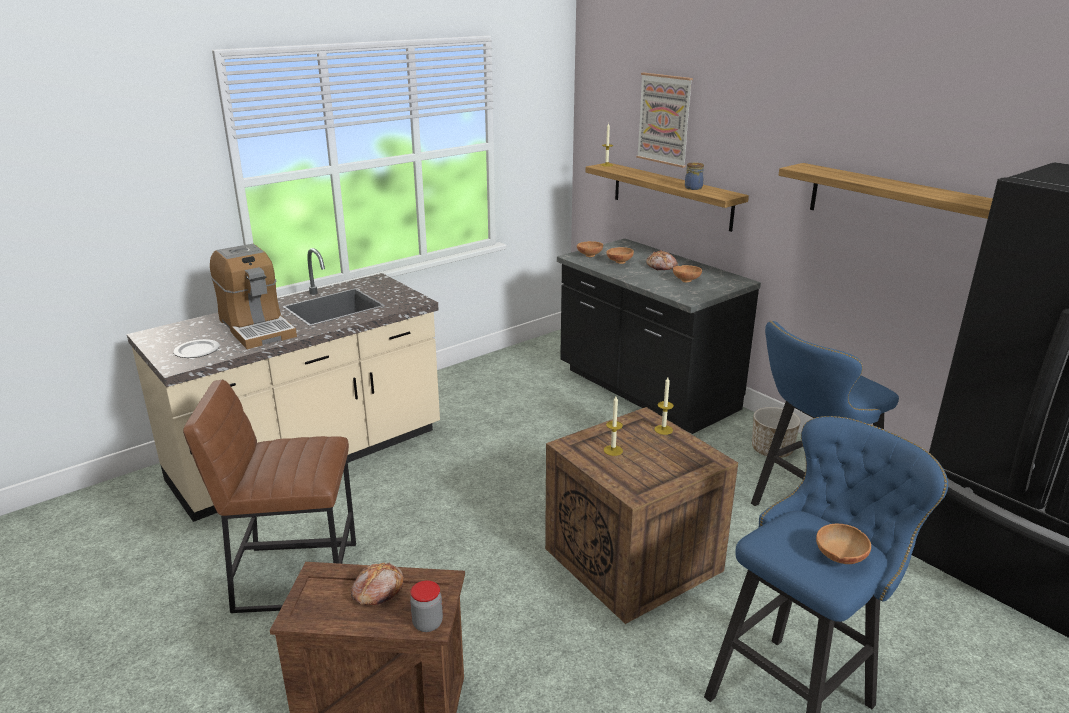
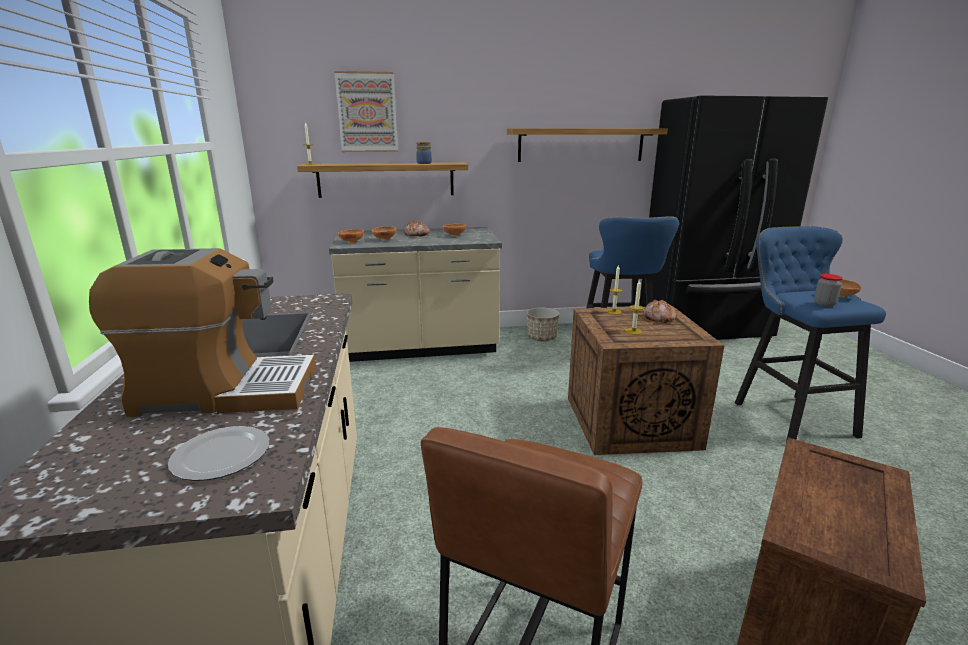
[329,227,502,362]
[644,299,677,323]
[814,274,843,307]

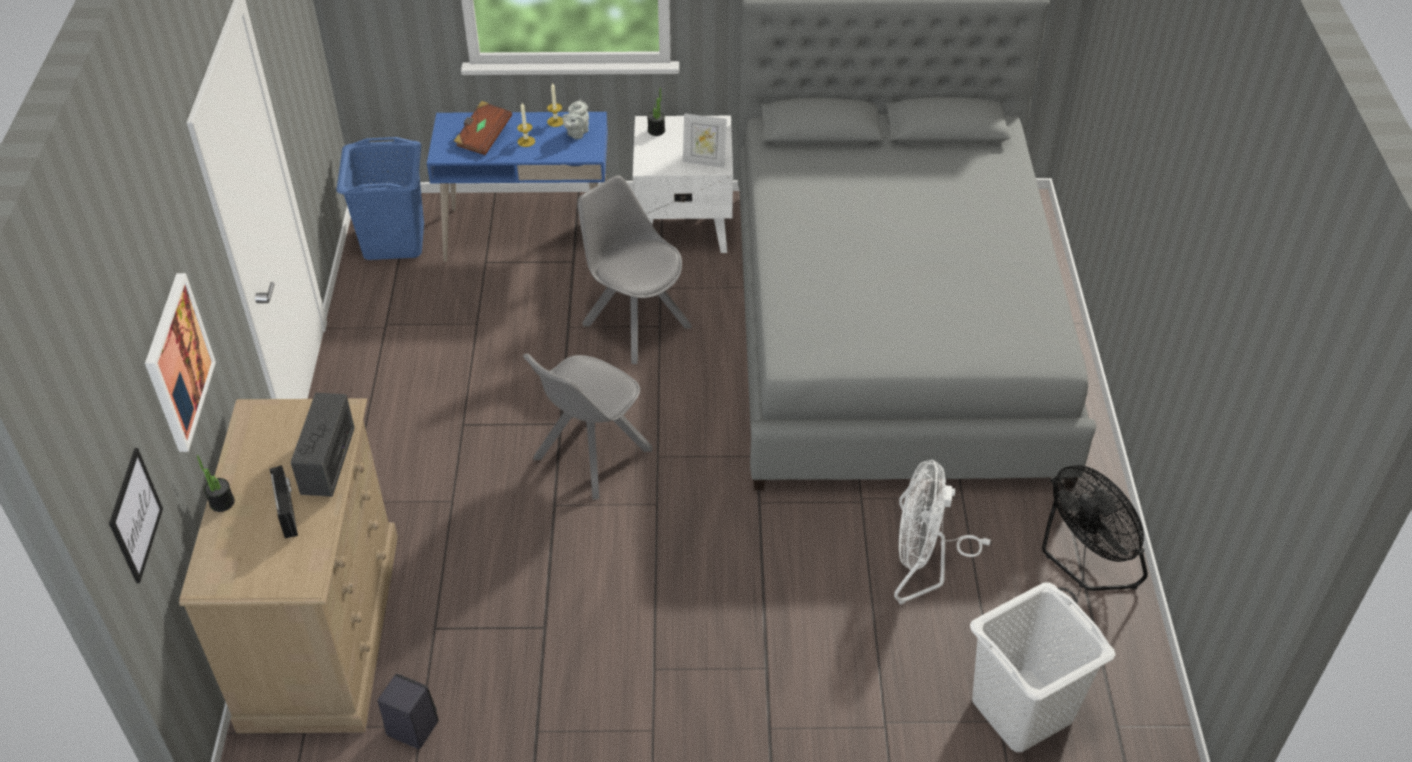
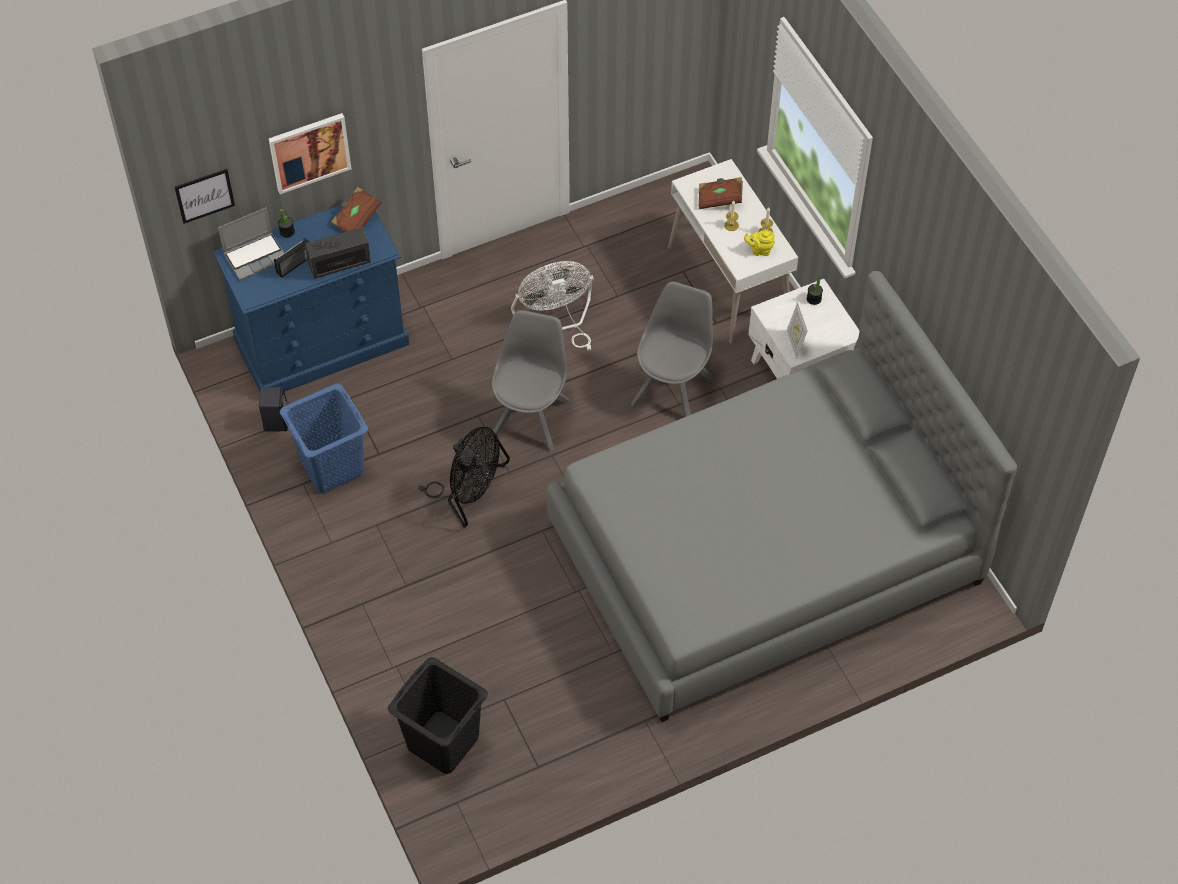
[744,230,775,256]
[668,159,798,344]
[280,384,368,493]
[491,310,570,452]
[213,205,409,392]
[511,261,594,351]
[418,427,510,528]
[388,657,488,774]
[331,187,382,232]
[218,207,284,280]

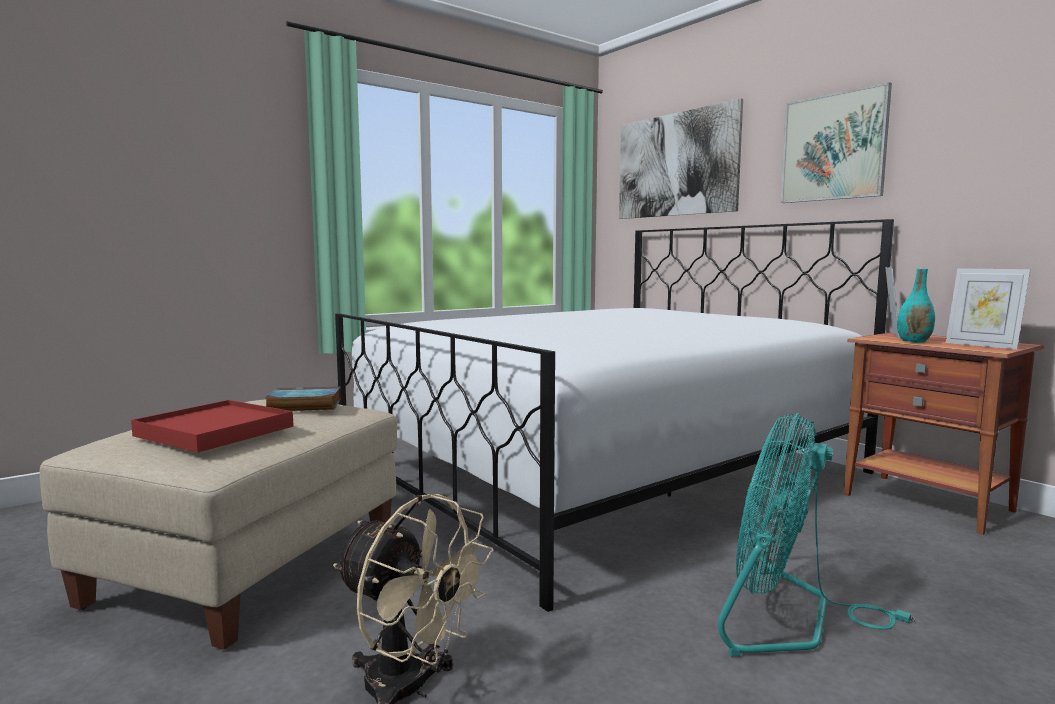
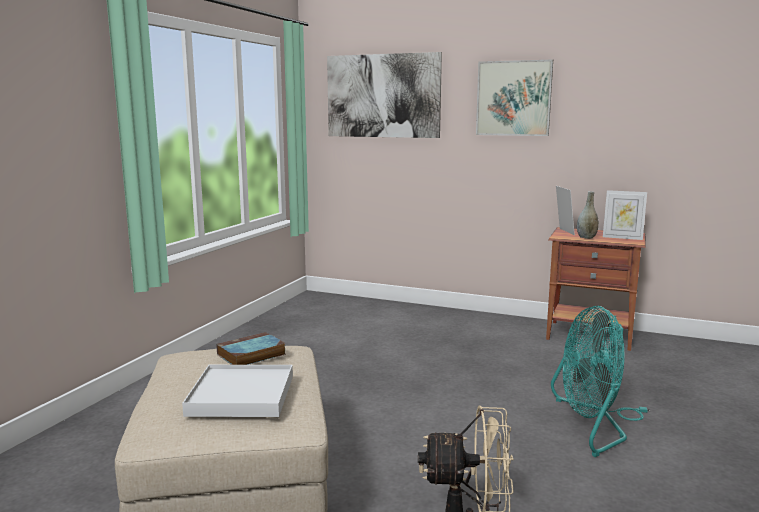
[335,219,894,612] (first image)
[577,191,599,239]
[182,365,293,417]

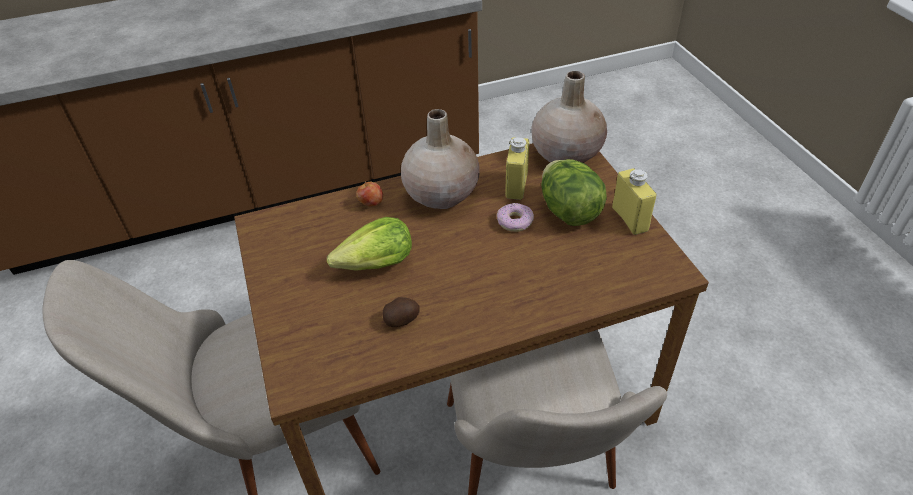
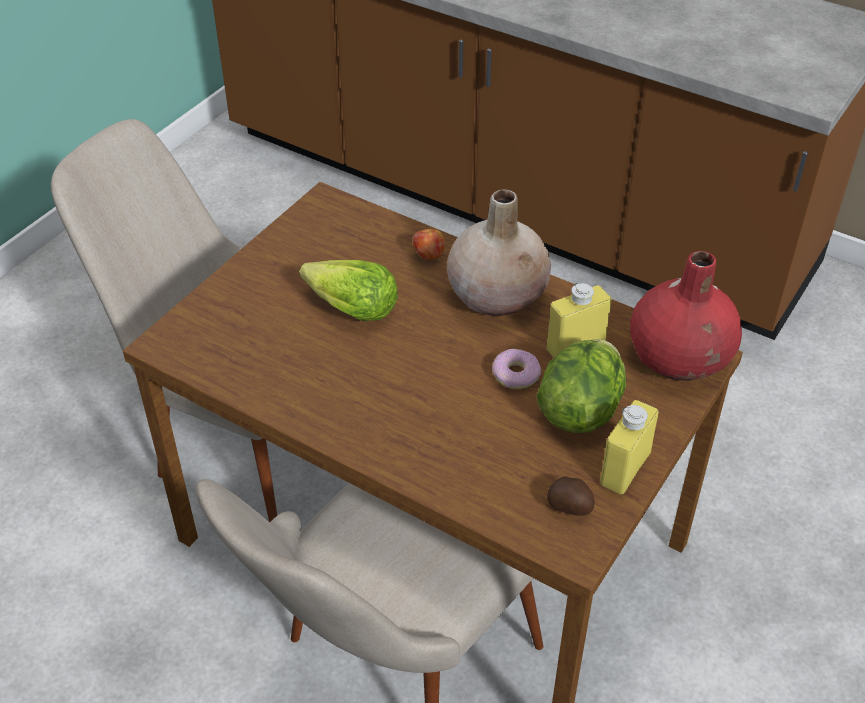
[630,251,742,381]
[547,476,595,516]

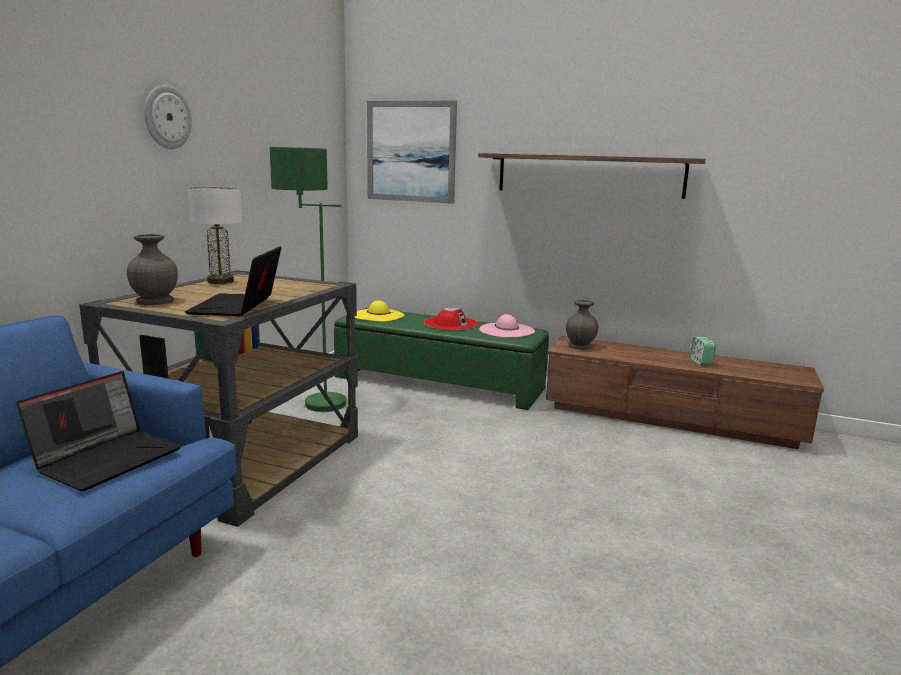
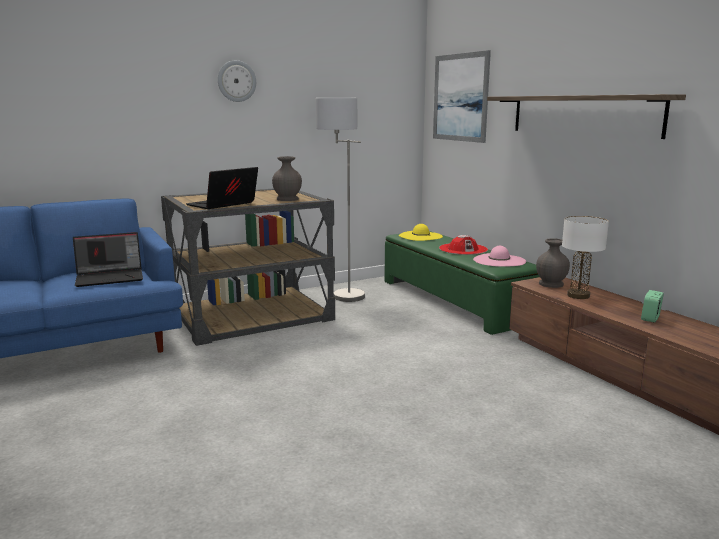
[316,98,365,302]
[562,216,609,299]
[272,156,302,201]

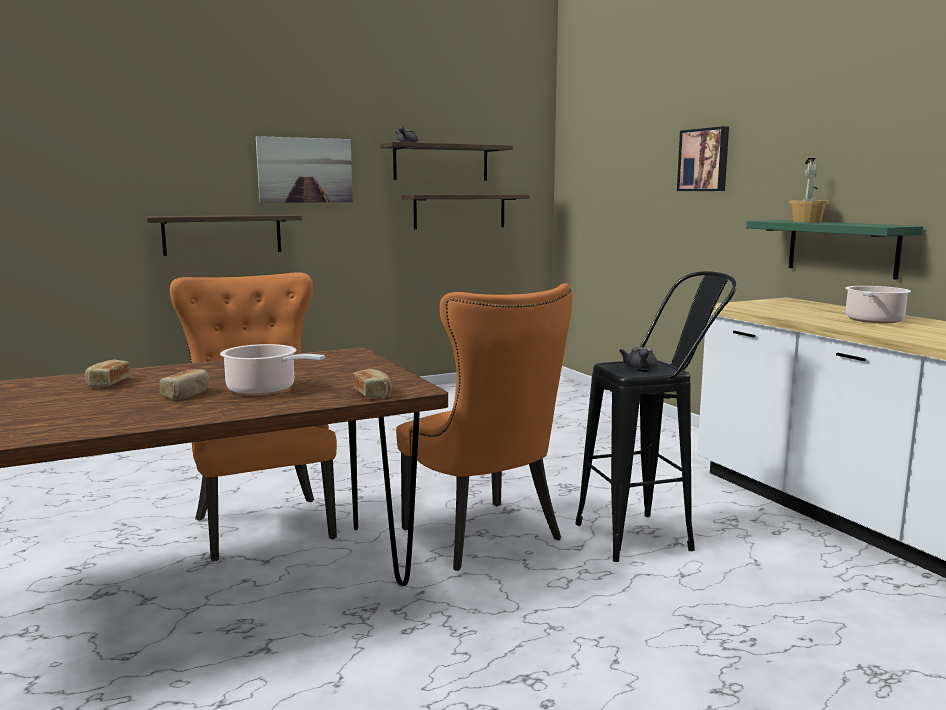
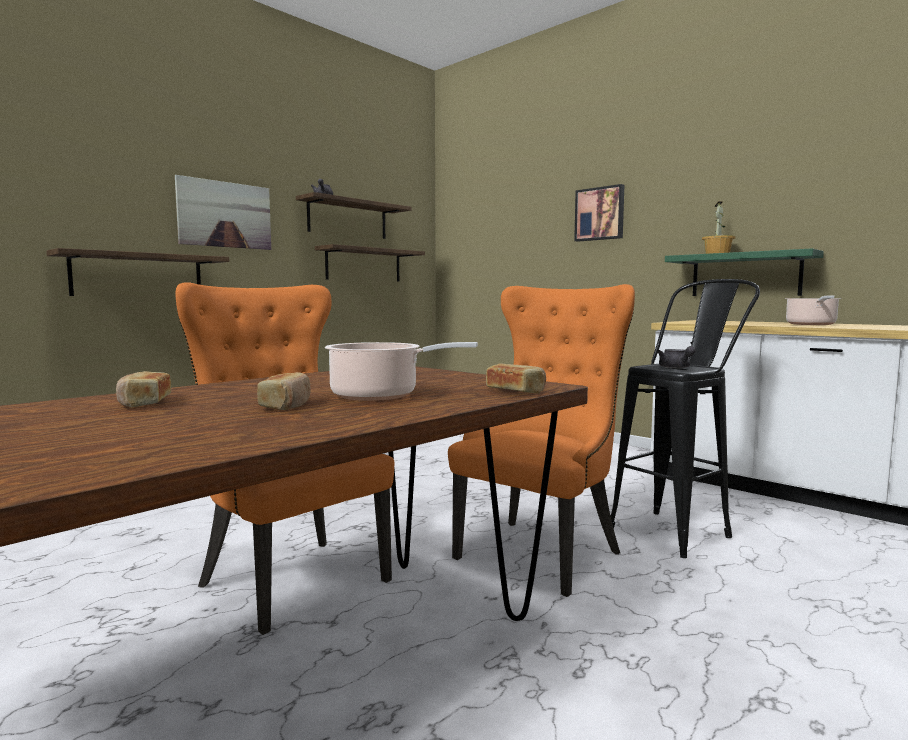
[448,284,635,597]

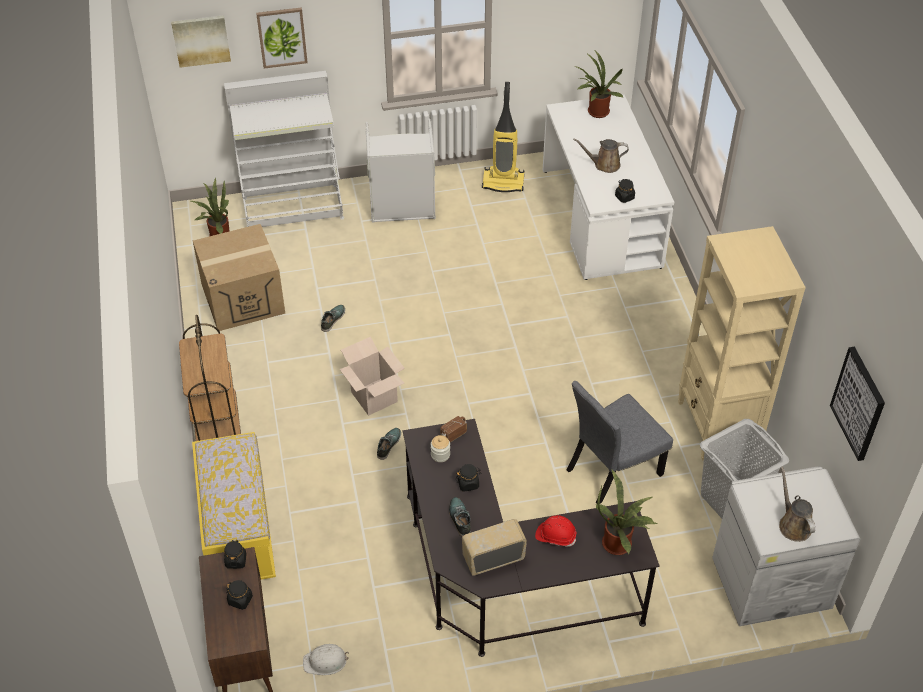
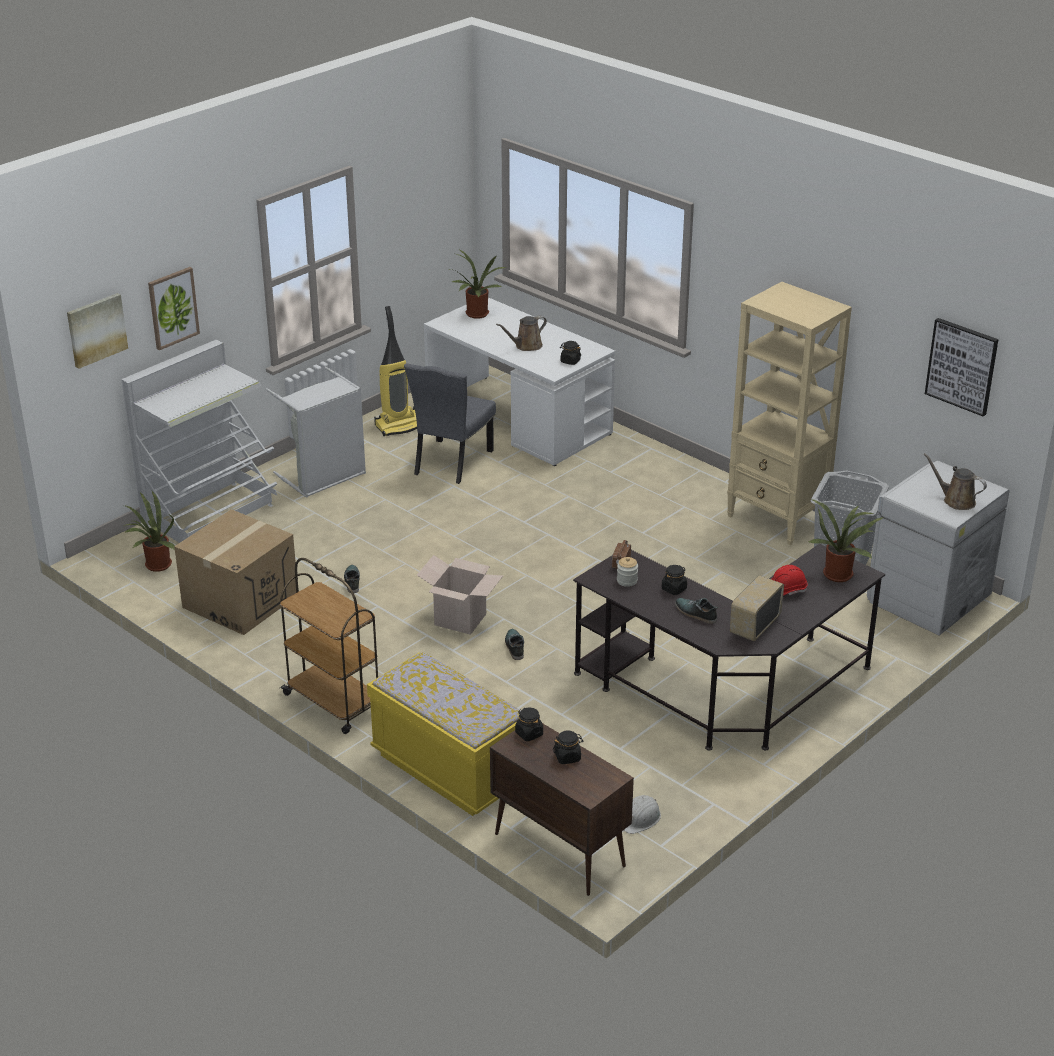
[404,363,496,484]

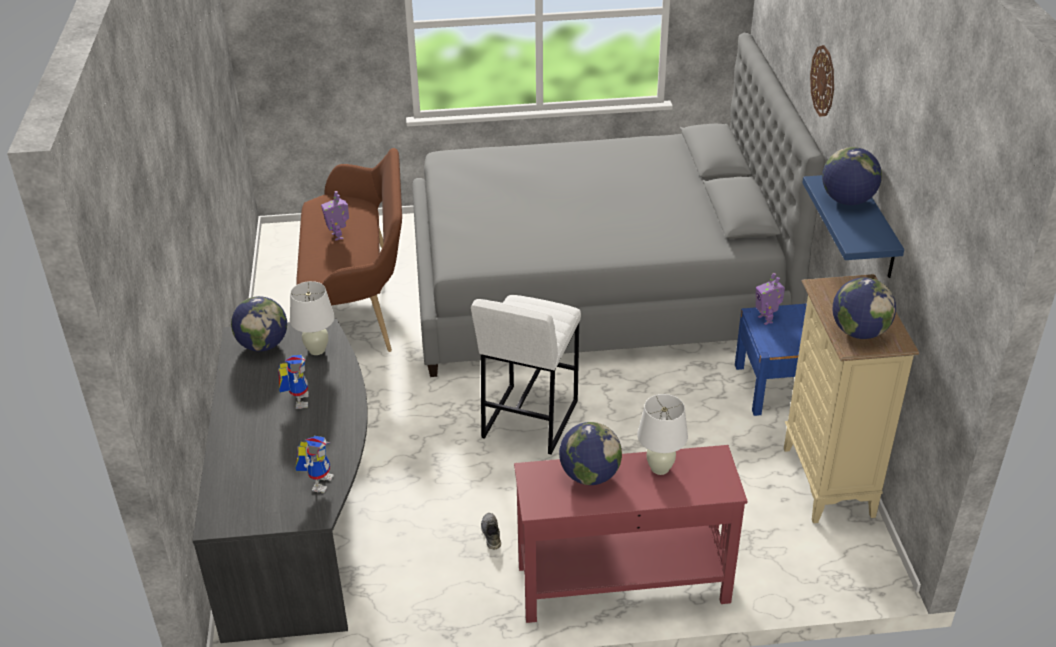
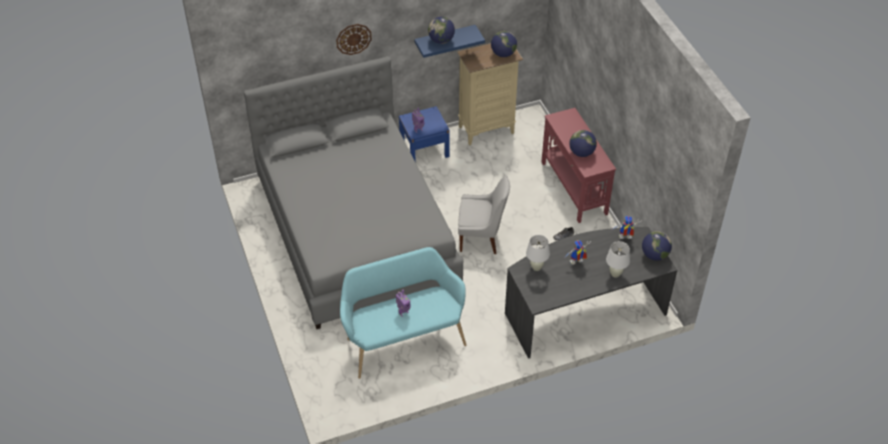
[340,247,466,379]
[458,175,510,254]
[642,231,672,261]
[606,241,630,277]

